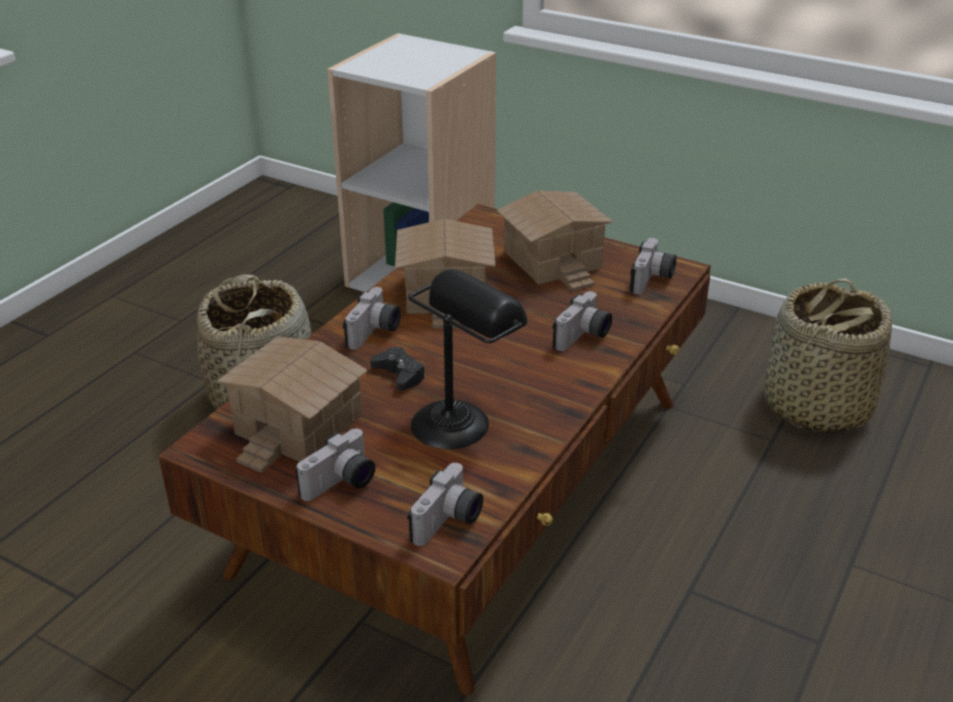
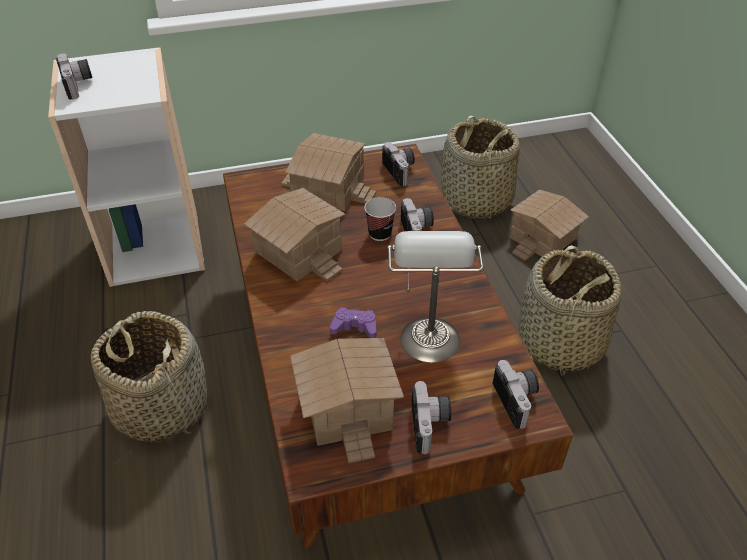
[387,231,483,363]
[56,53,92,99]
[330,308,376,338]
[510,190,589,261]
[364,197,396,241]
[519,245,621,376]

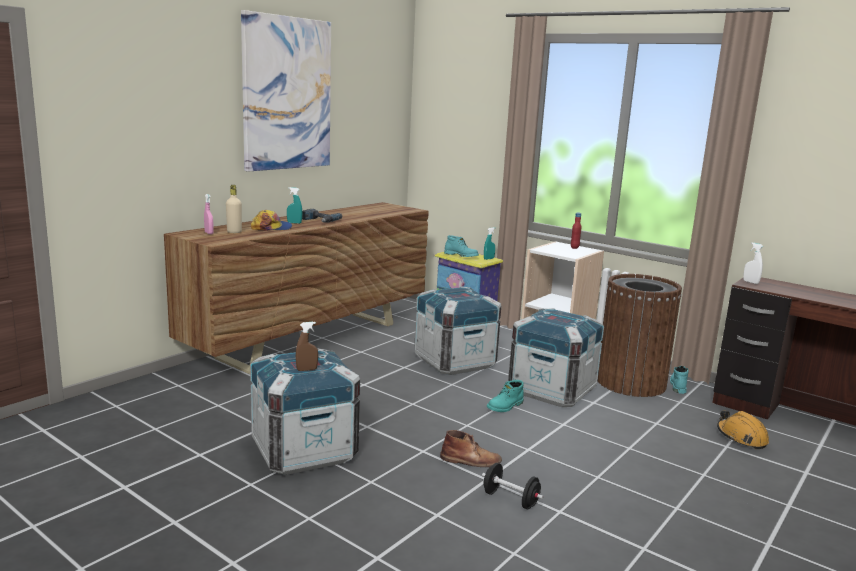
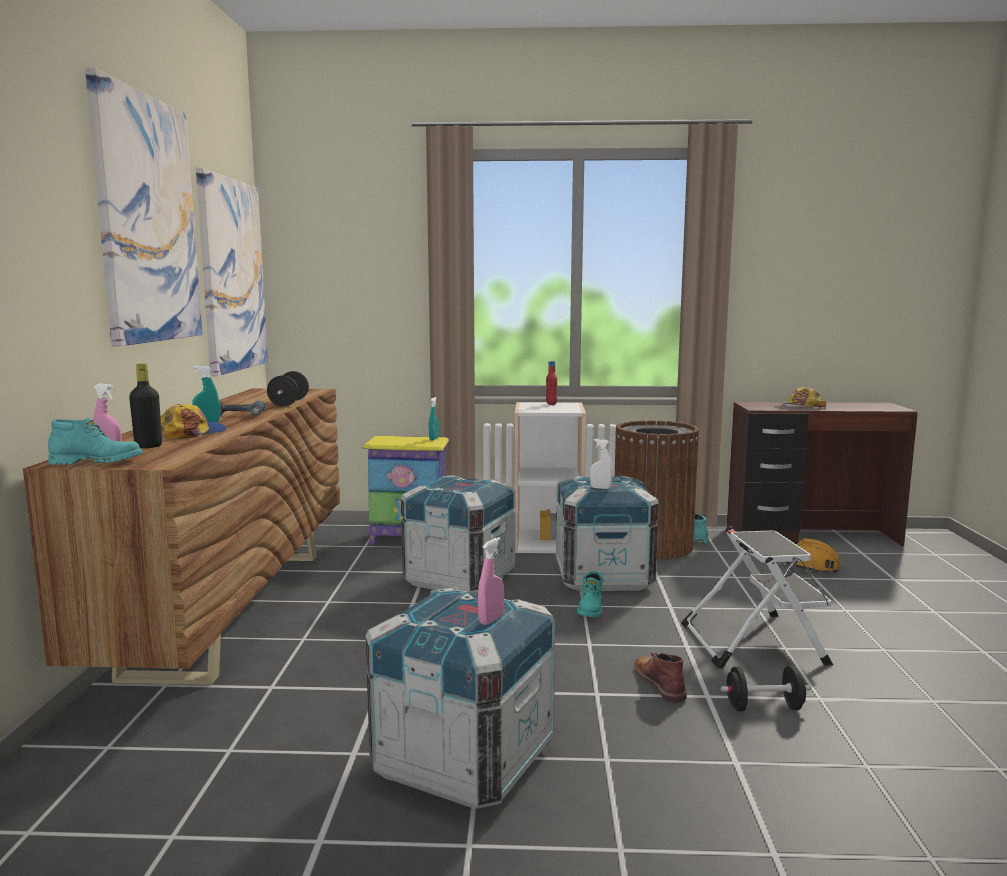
[129,363,162,448]
[48,418,143,465]
[590,439,612,489]
[478,537,504,625]
[634,652,687,703]
[196,168,268,376]
[267,371,309,407]
[774,387,826,407]
[681,526,833,668]

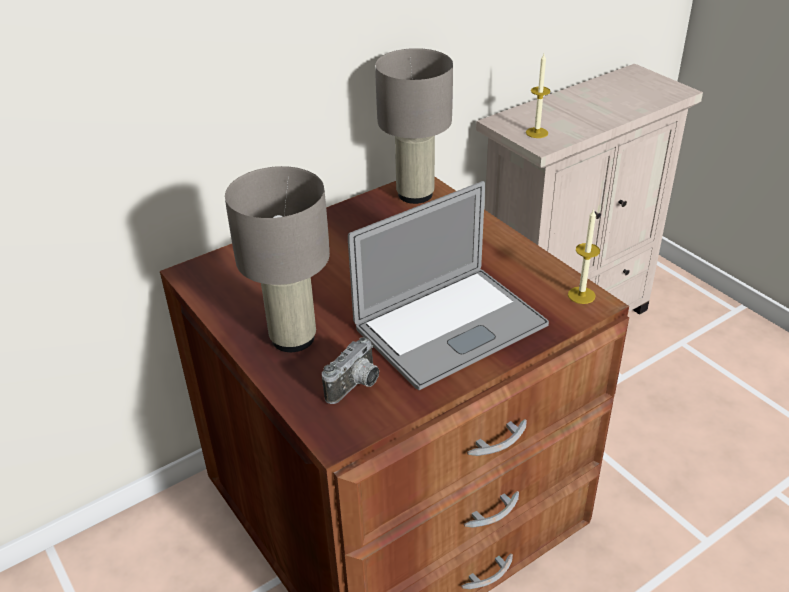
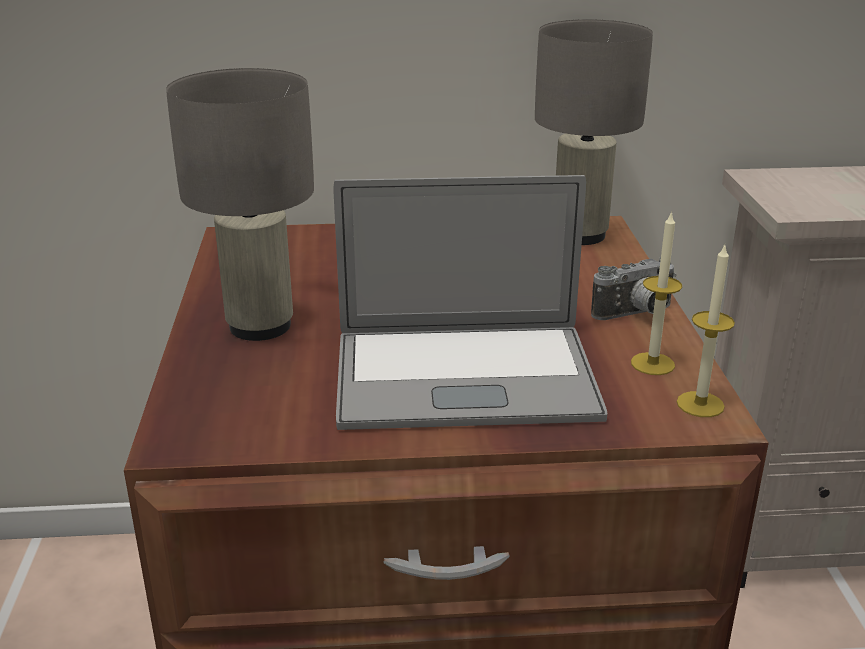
[631,211,682,375]
[591,257,676,320]

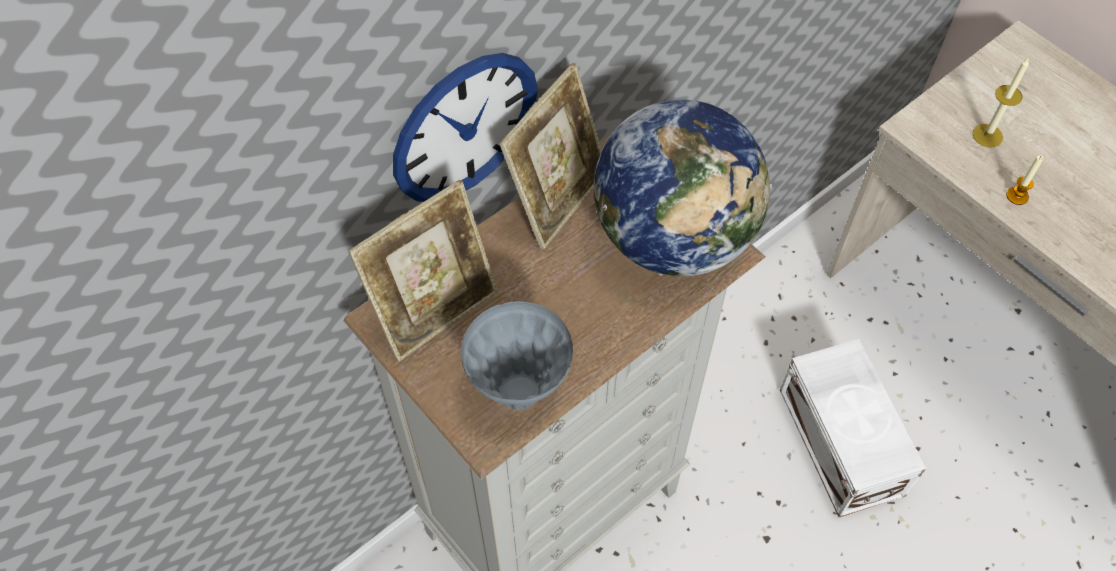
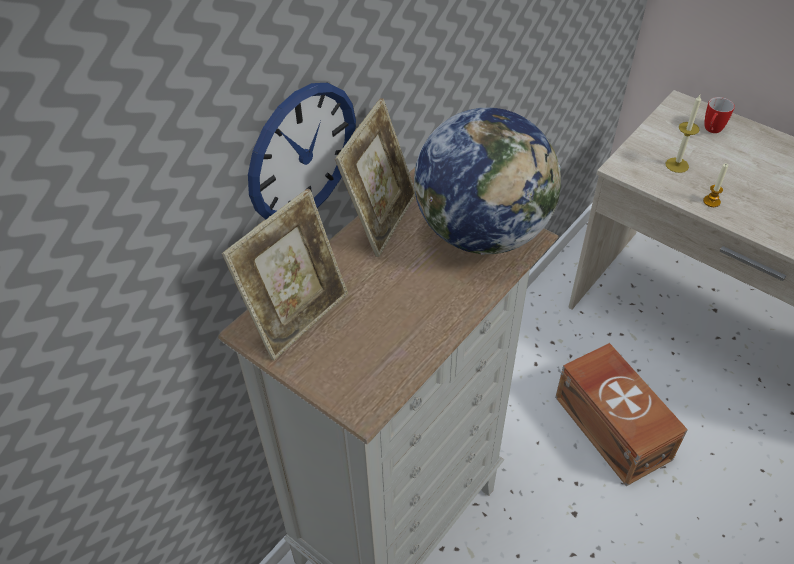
[461,301,573,410] (first image)
[555,343,688,486]
[704,97,735,133]

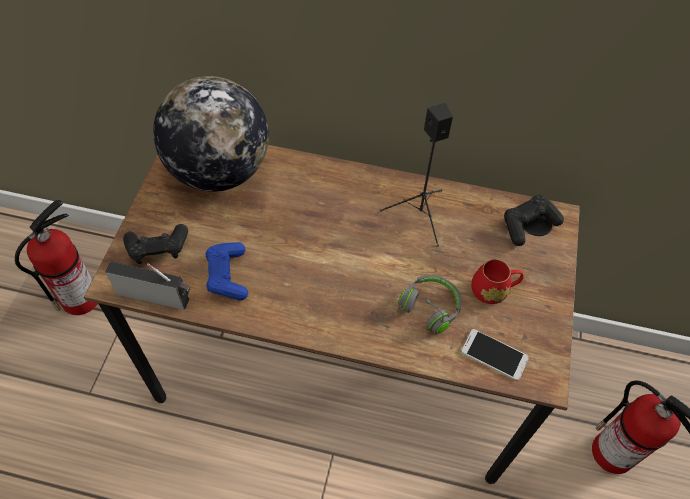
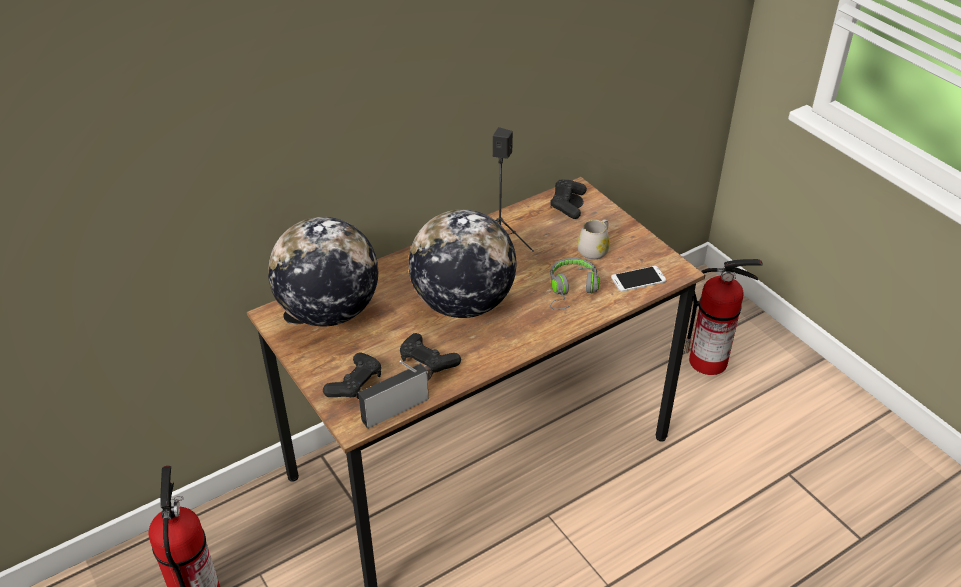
[400,333,461,375]
[577,219,610,260]
[408,209,516,318]

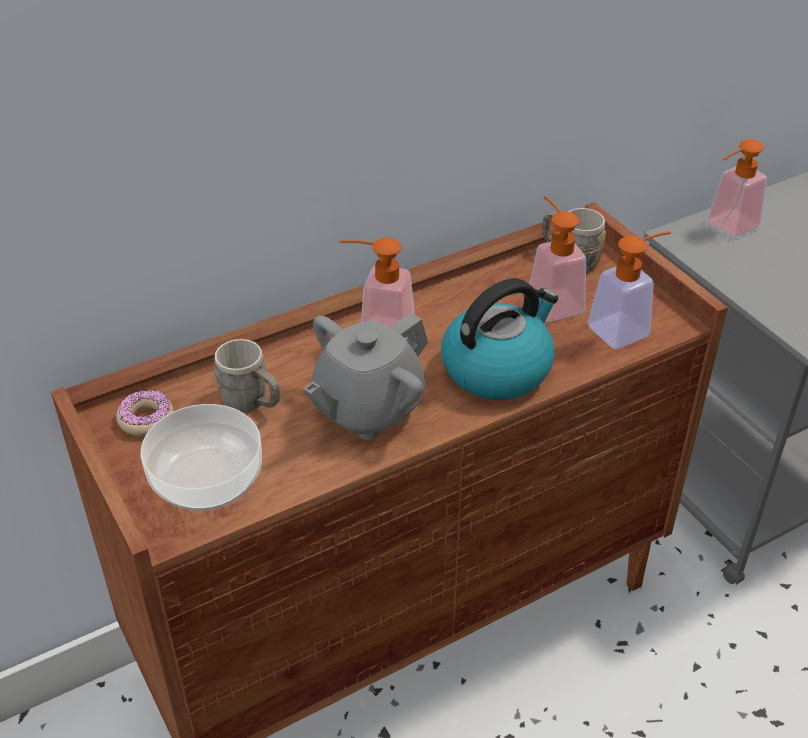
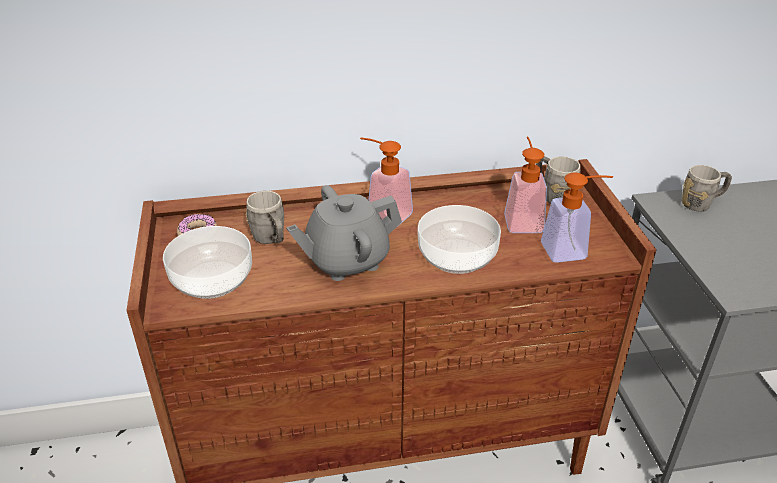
[682,165,732,212]
[418,205,501,274]

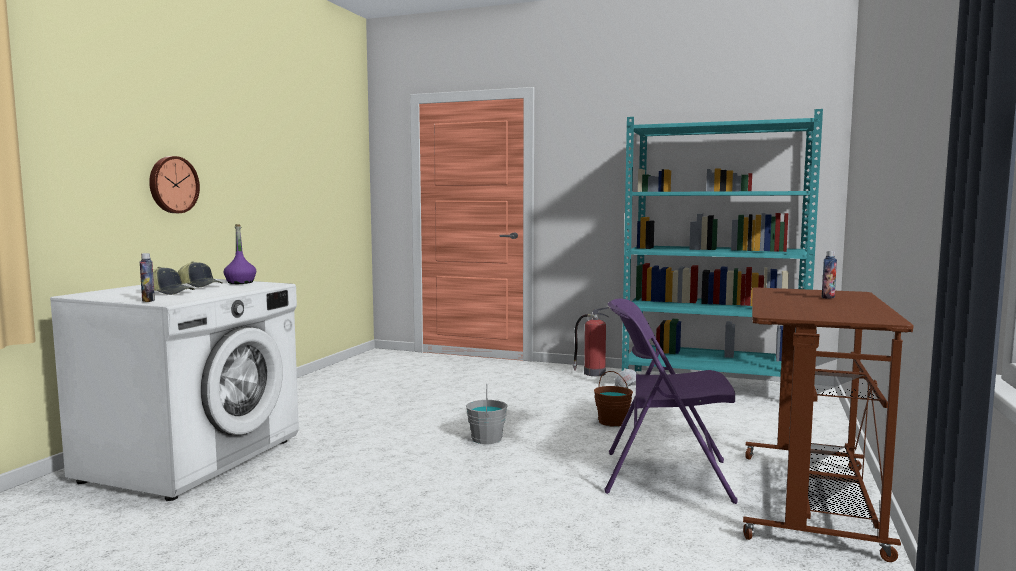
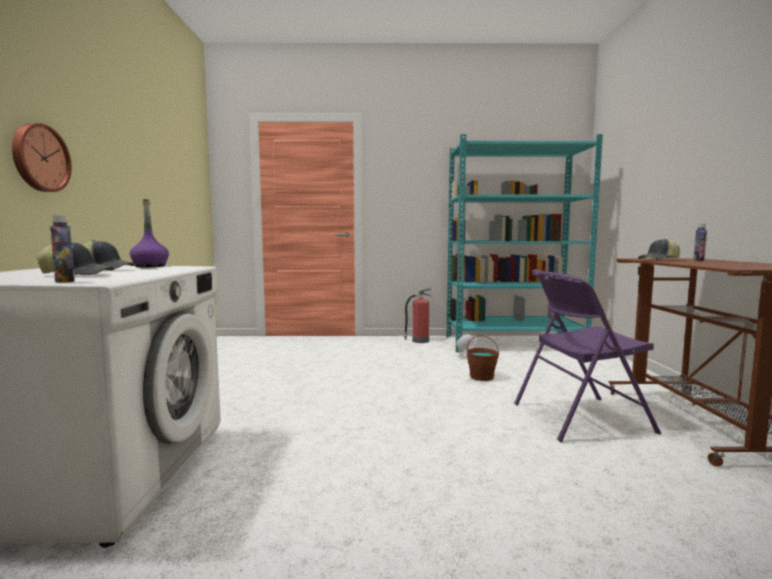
[466,384,508,444] (first image)
[638,239,680,260]

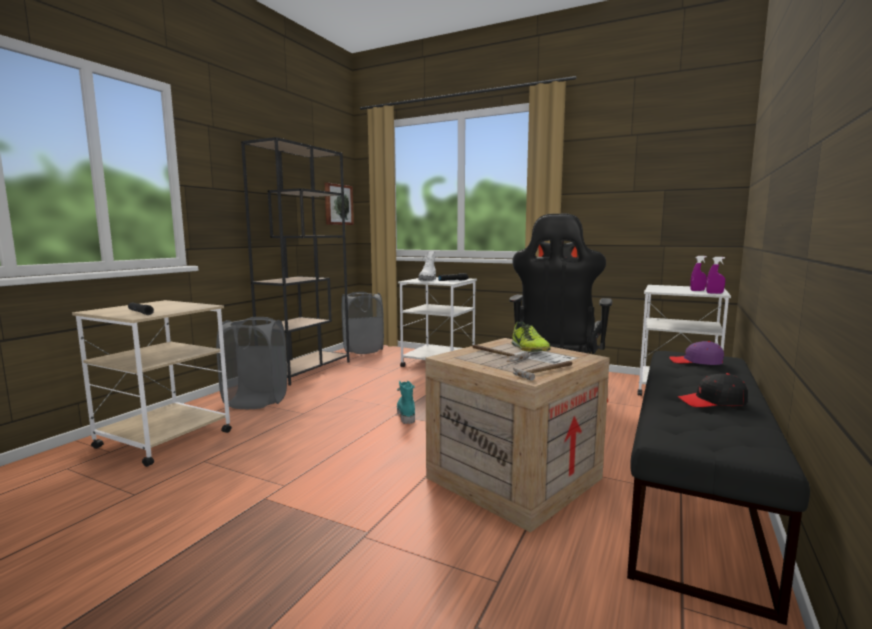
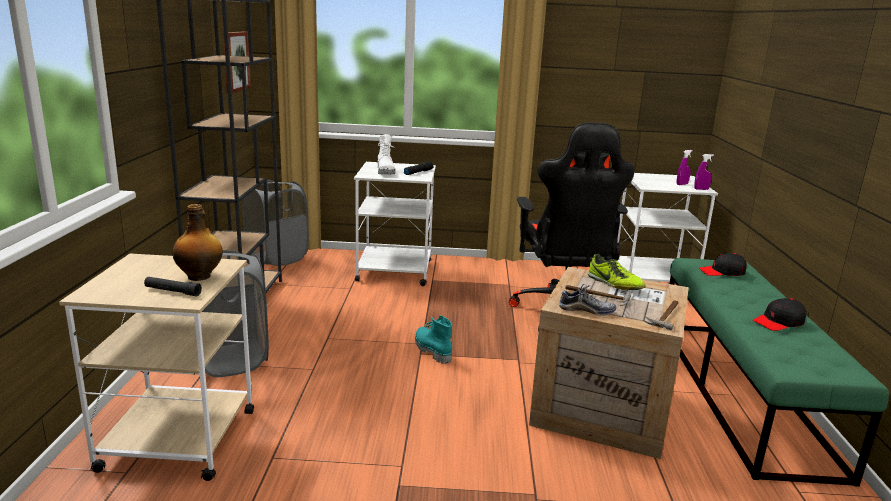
[699,253,747,276]
[669,258,889,487]
[172,204,223,281]
[559,284,616,315]

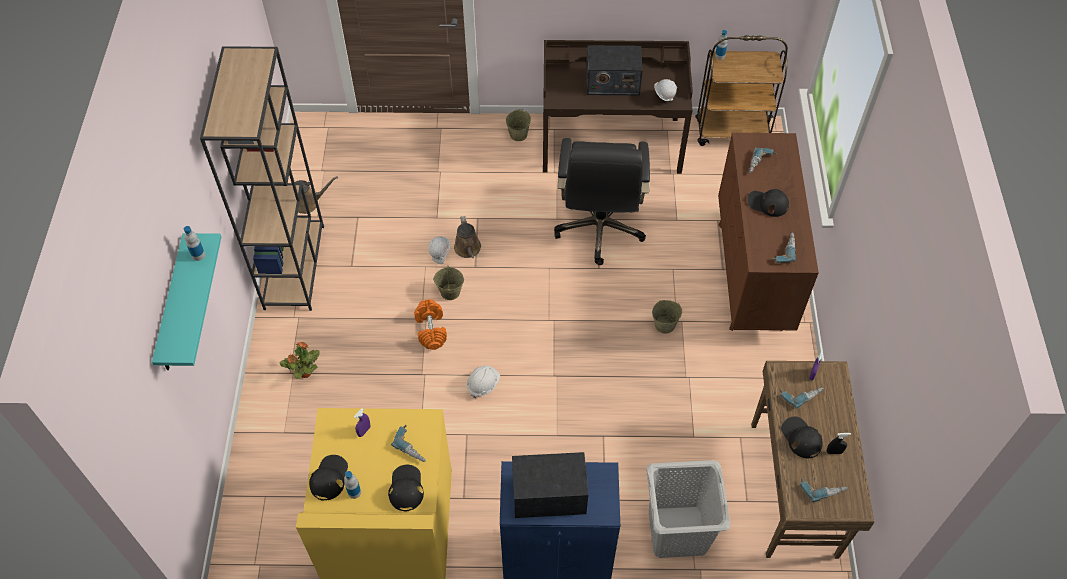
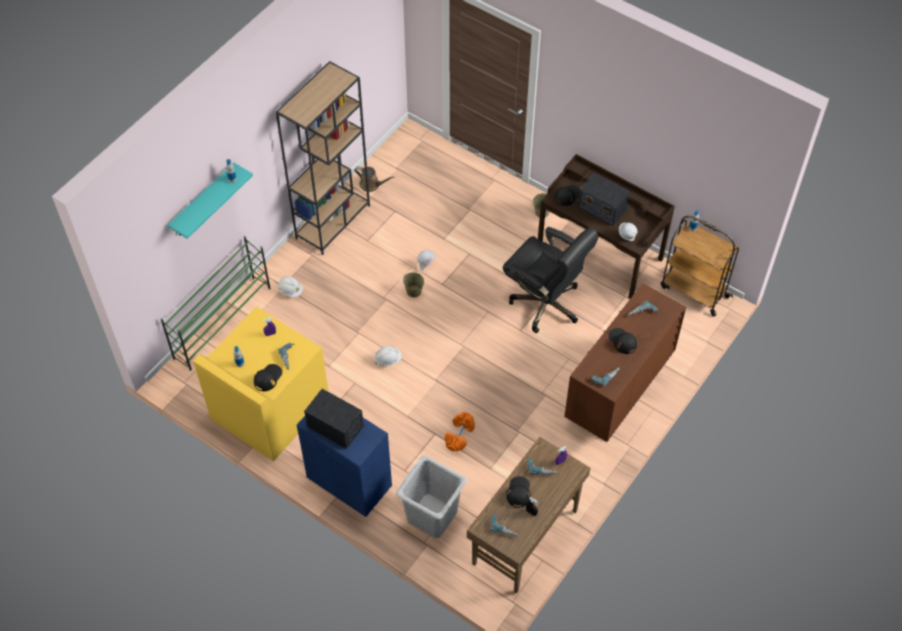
[503,227,598,333]
[454,216,481,258] (first image)
[445,412,475,451]
[652,300,682,334] (first image)
[278,276,303,297]
[554,185,580,206]
[160,236,271,371]

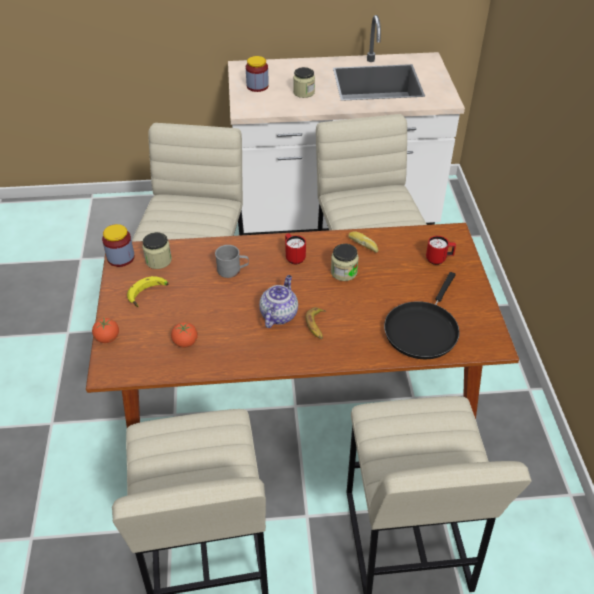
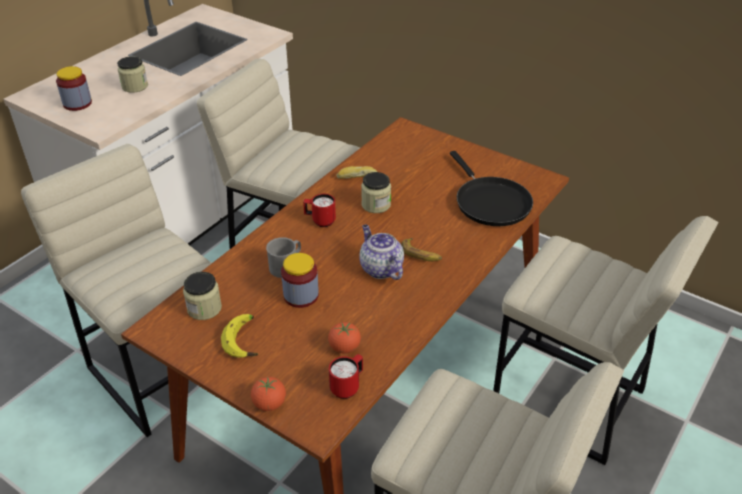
[281,253,319,308]
[329,354,363,399]

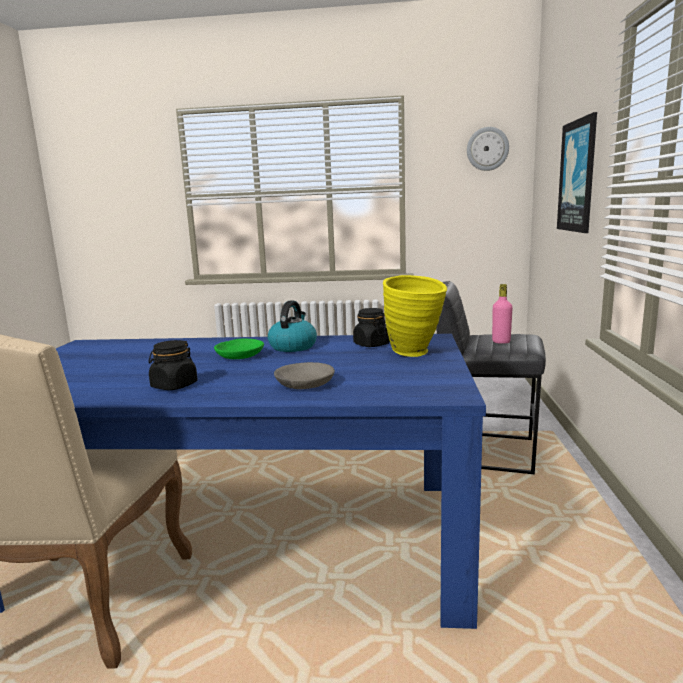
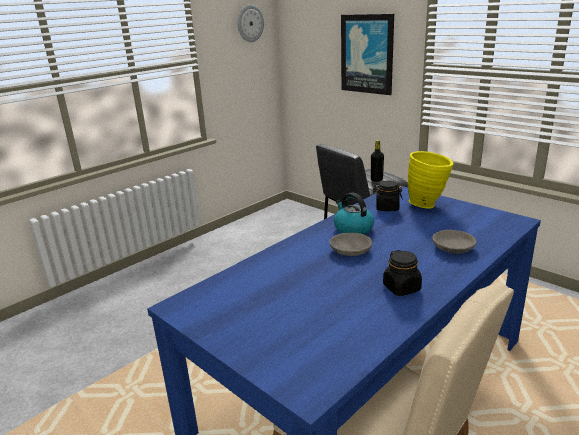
[371,140,384,182]
[330,233,372,256]

